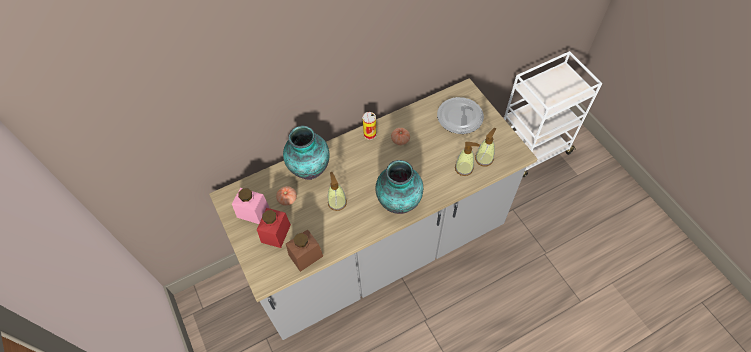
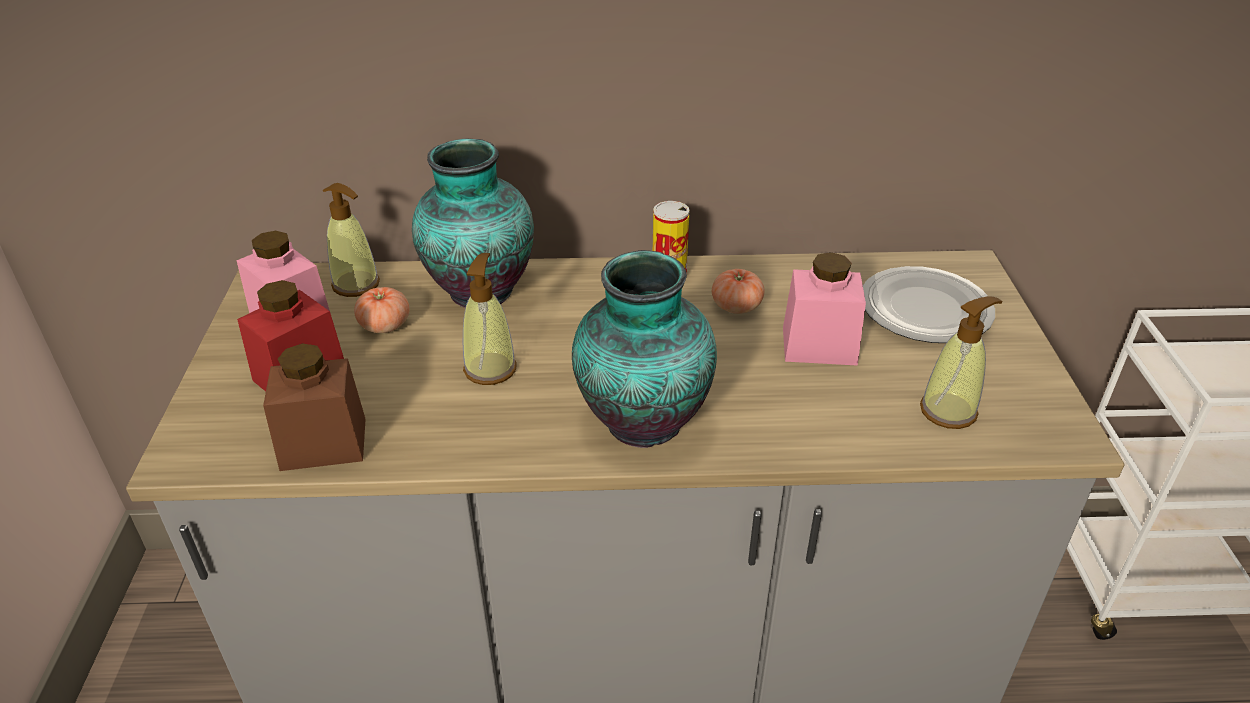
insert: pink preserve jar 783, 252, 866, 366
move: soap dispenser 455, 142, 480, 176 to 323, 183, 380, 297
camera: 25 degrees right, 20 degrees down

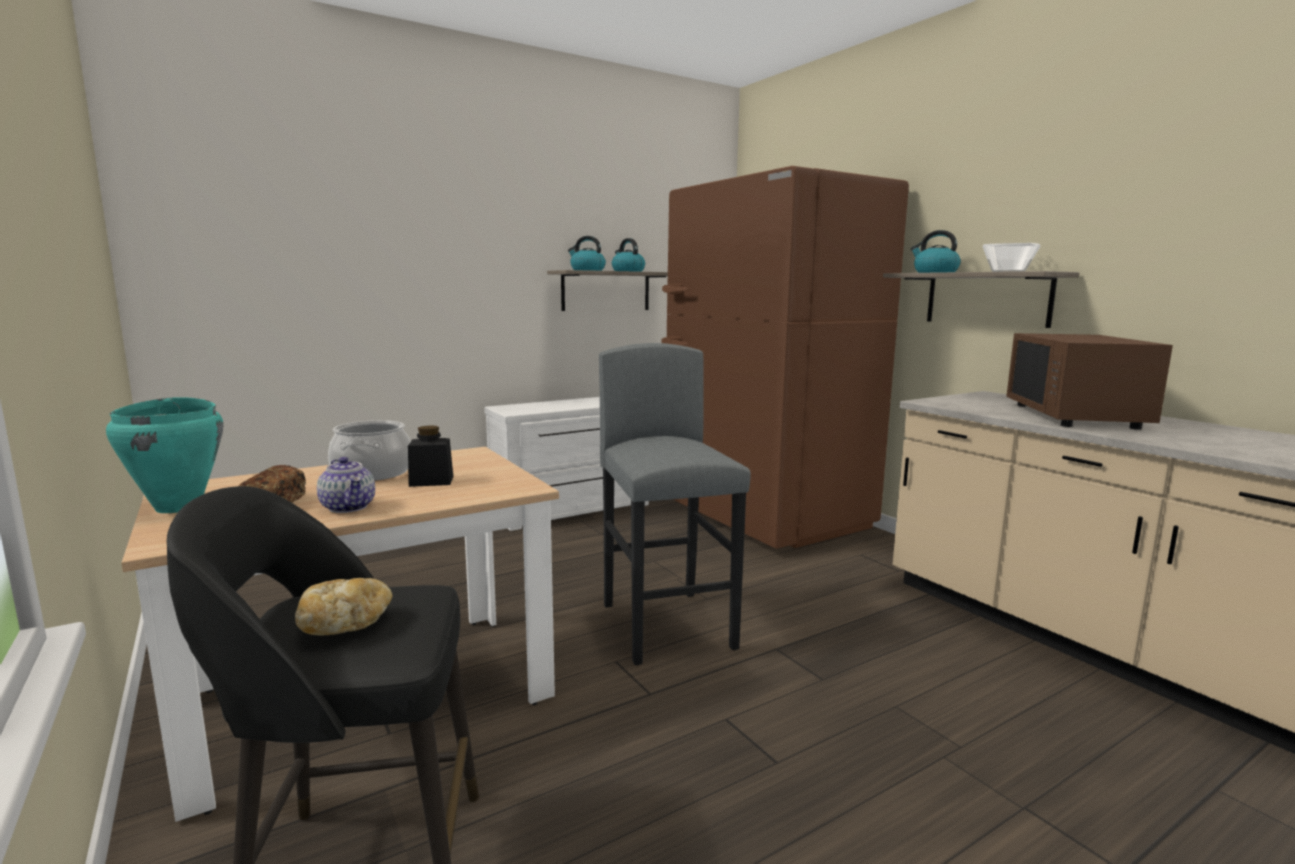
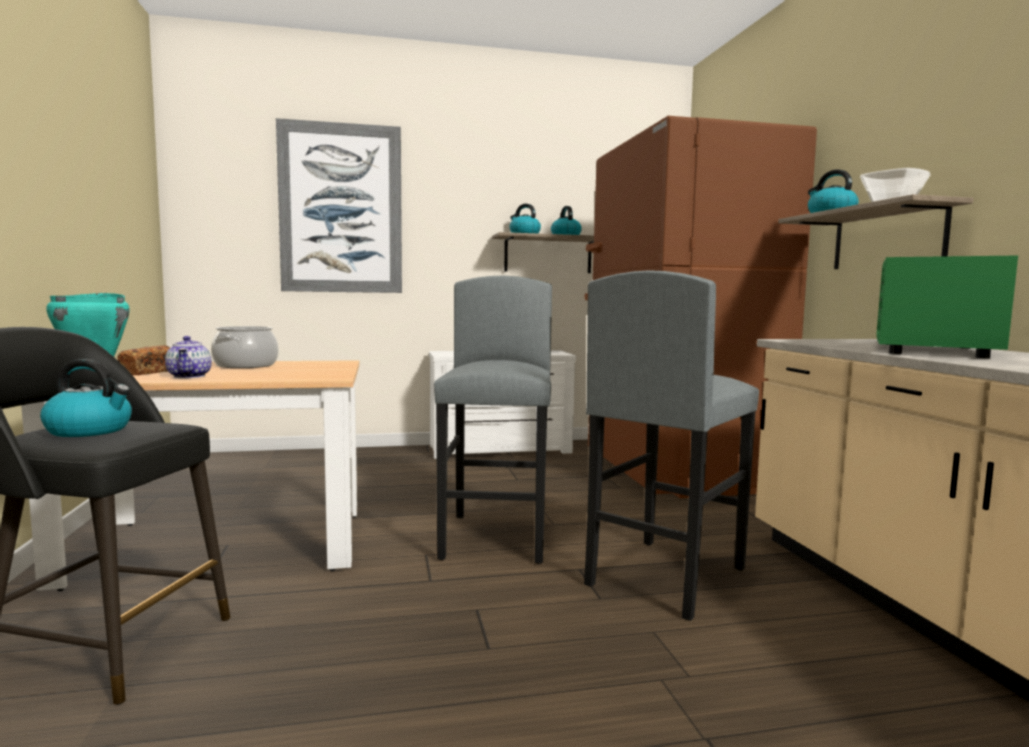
delete: blackish preserve jar 408, 425, 453, 487
insert: picture 276, 118, 402, 293; gray sitting stool 584, 270, 759, 621
replace: baked bread 295, 578, 392, 635 to water kettle 40, 359, 132, 437
recolor: brown-coloured kitchen microwave 1006, 333, 1173, 430 to green kitchen microwave 876, 256, 1018, 358
camera: 20 degrees right, 5 degrees down

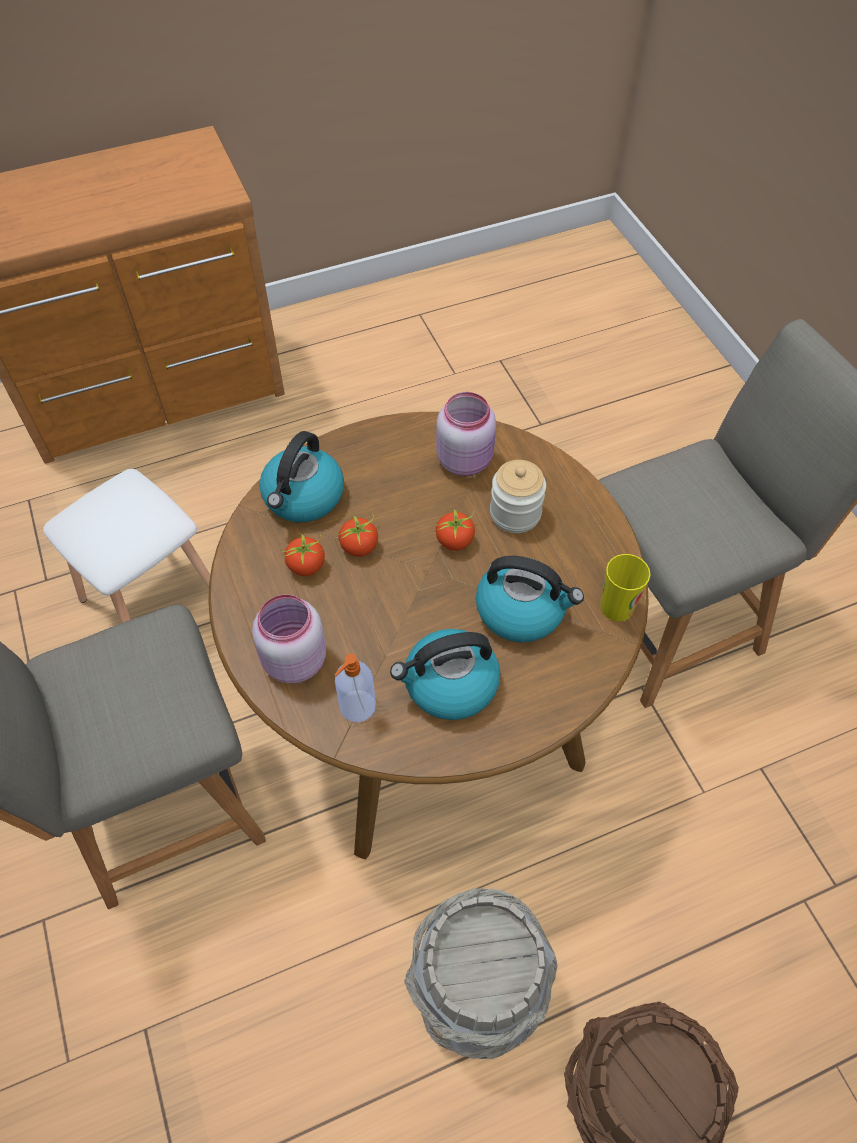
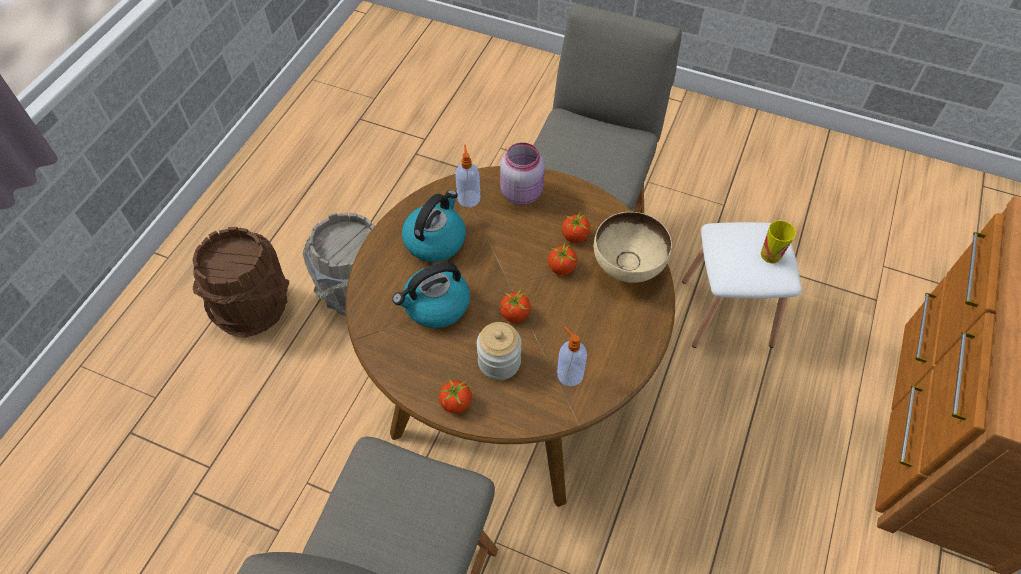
insert: fresh tomato 437, 379, 472, 413
move: cup 601, 554, 650, 621 to 761, 220, 796, 263
replace: water kettle 259, 431, 344, 522 to beige-coloured serving bowl 594, 212, 672, 283; pink preserve jar 436, 392, 496, 476 to soap dispenser 557, 327, 587, 386
camera: 135 degrees right, 0 degrees up

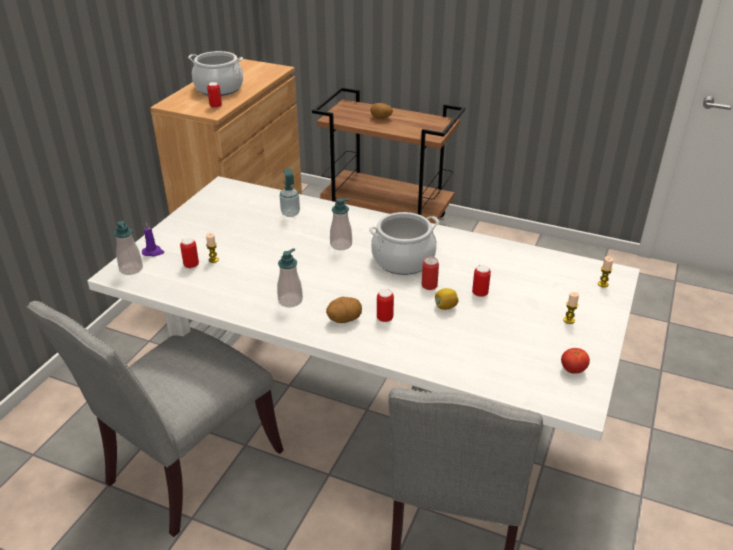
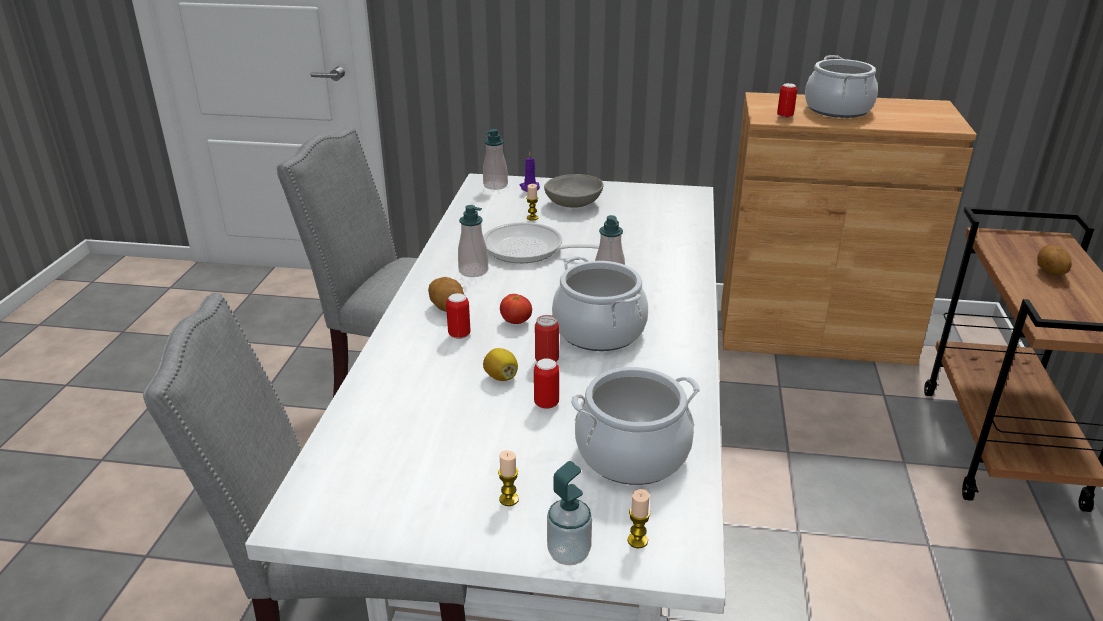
delete: can 180, 238, 199, 268
insert: skillet 483, 222, 599, 263; gray serving bowl 544, 174, 604, 208; cooking pot 571, 367, 700, 485
move: soap dispenser 280, 168, 300, 217 to 547, 461, 592, 565; fresh tomato 561, 348, 590, 374 to 500, 294, 532, 324
camera: 75 degrees right, 5 degrees down

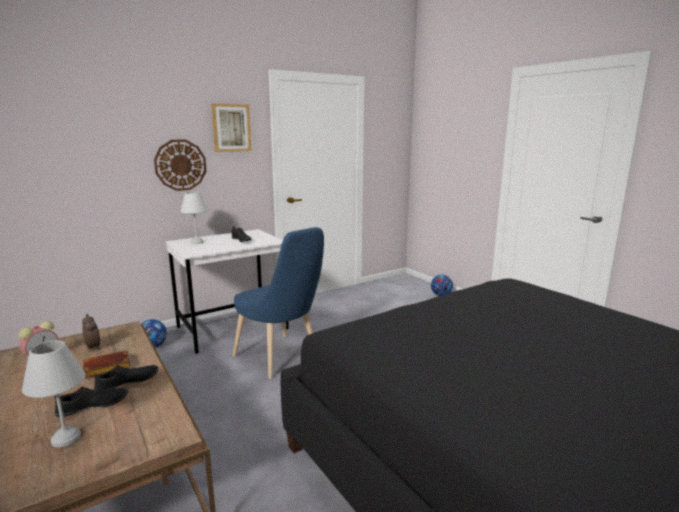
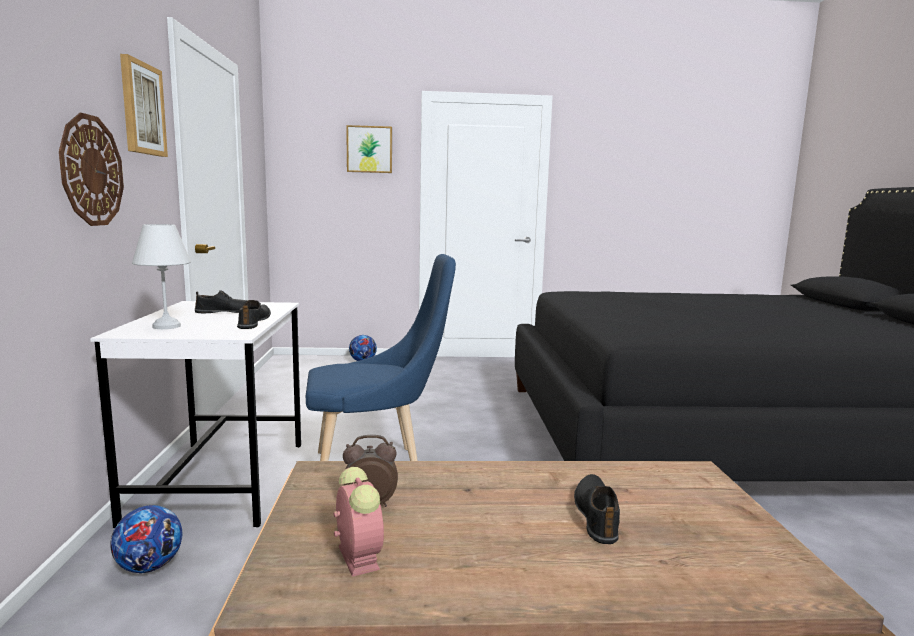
delete: white lamp for a table 22, 340, 86, 447; brown-coloured bound book 83, 350, 130, 378
insert: picture 346, 125, 392, 173
move: blackish low shoe 94, 365, 159, 391 to 237, 300, 271, 329
camera: 60 degrees left, 5 degrees down

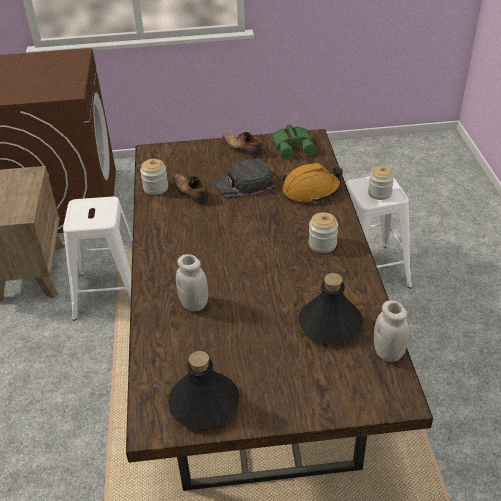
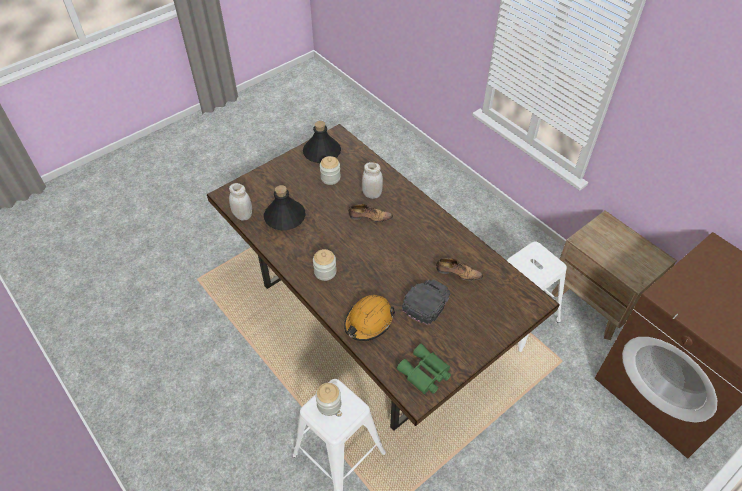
move: preserve jar 140, 159, 168, 195 to 320, 156, 341, 185; low shoe 222, 132, 262, 157 to 349, 204, 393, 222
camera: 145 degrees right, 10 degrees up

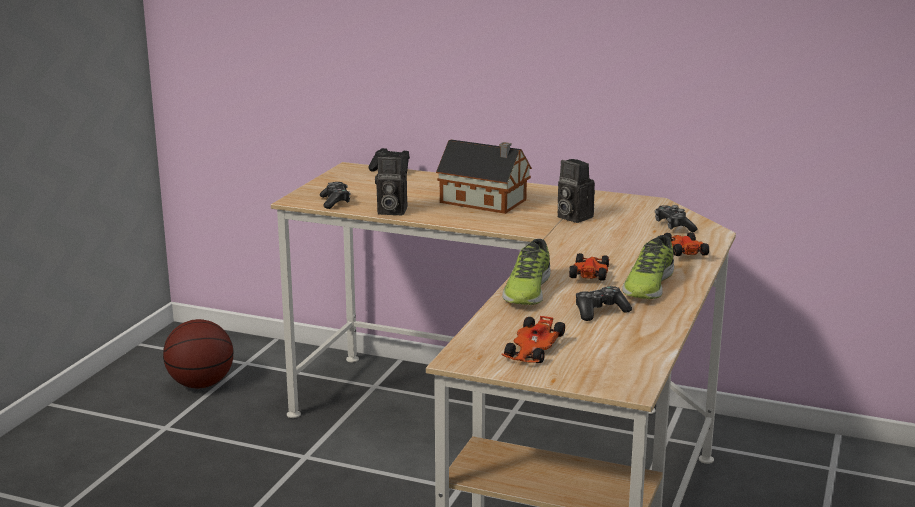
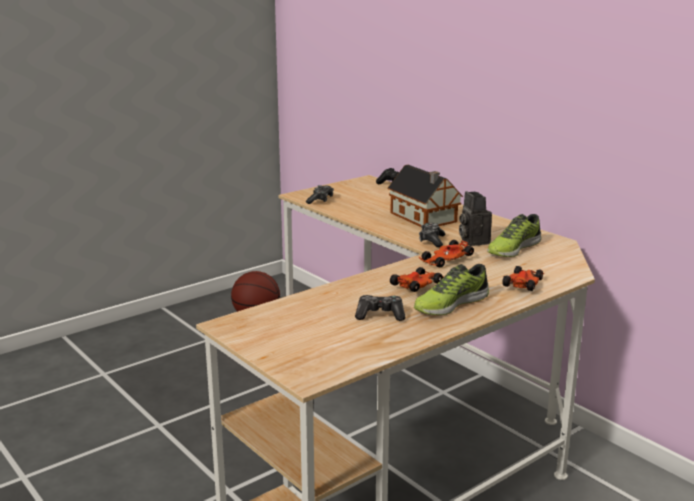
delete: still camera 375, 154, 407, 215
move: model car 501, 316, 565, 363 to 419, 240, 474, 267; low shoe 502, 239, 551, 305 to 487, 214, 541, 257; joypad 655, 205, 698, 232 to 419, 223, 445, 247
camera: 30 degrees right, 0 degrees up

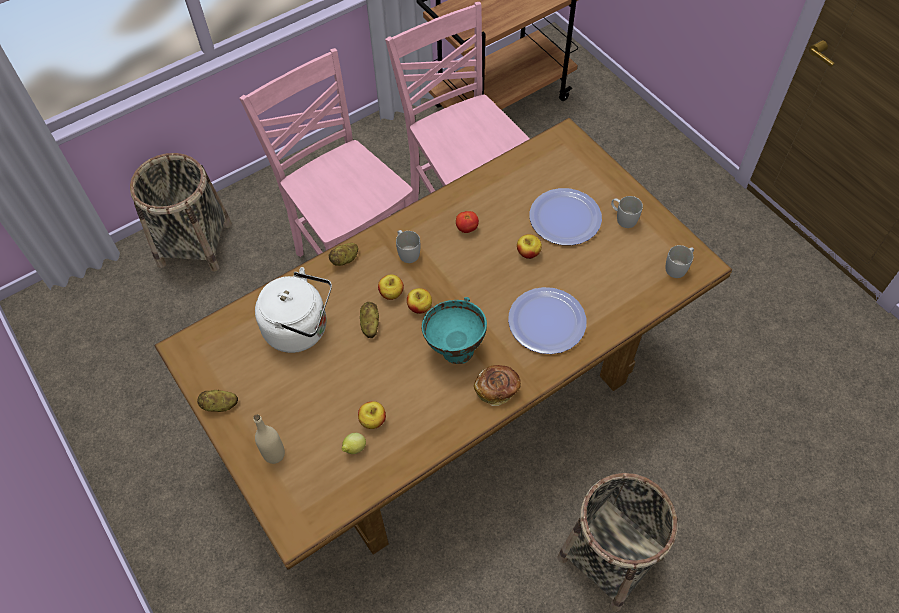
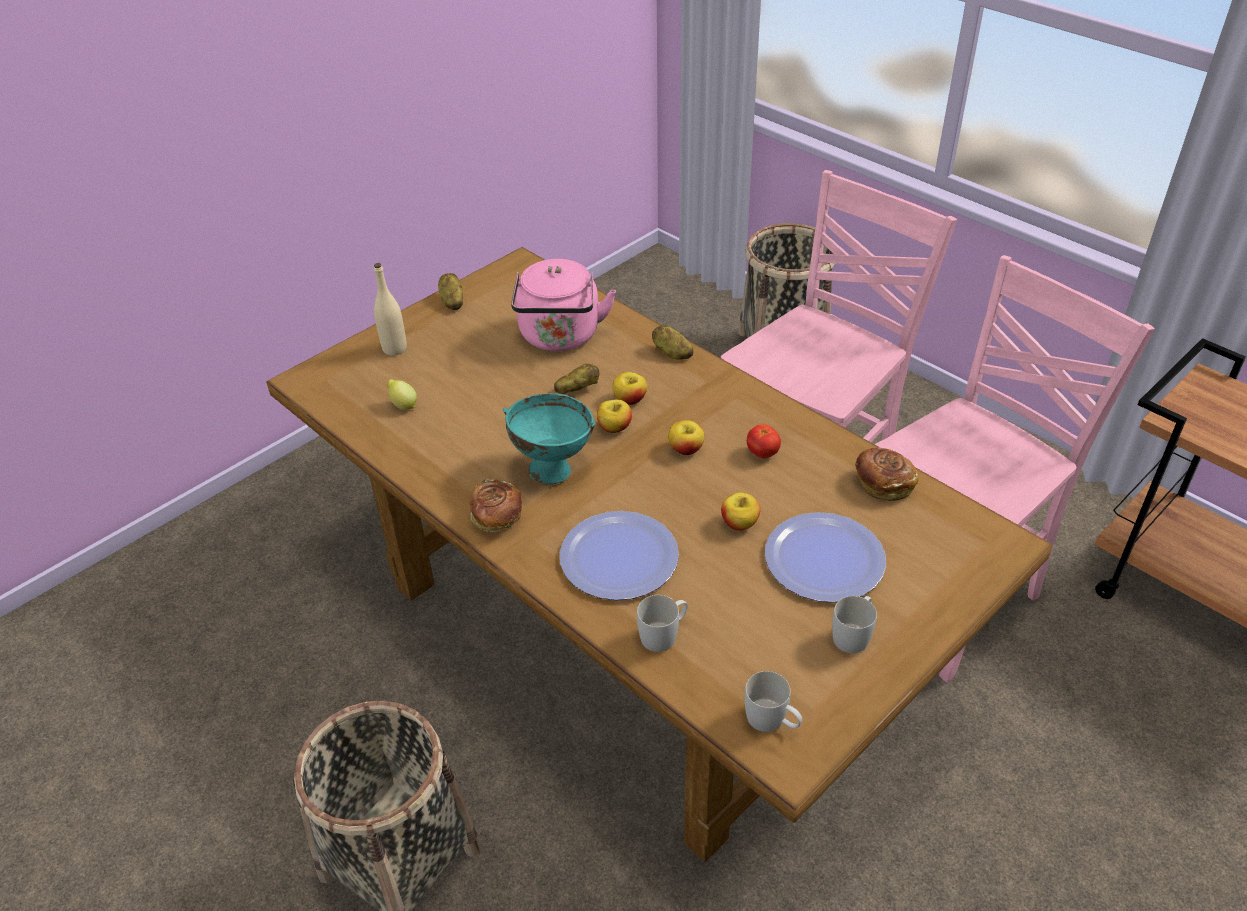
insert: baked bread 855, 448, 919, 501
move: apple fruit 358, 401, 386, 429 to 668, 420, 705, 455; white mug 396, 230, 421, 263 to 637, 595, 688, 652
recolor: white water kettle 255, 267, 332, 353 to pink water kettle 511, 259, 616, 351
camera: 80 degrees right, 15 degrees down

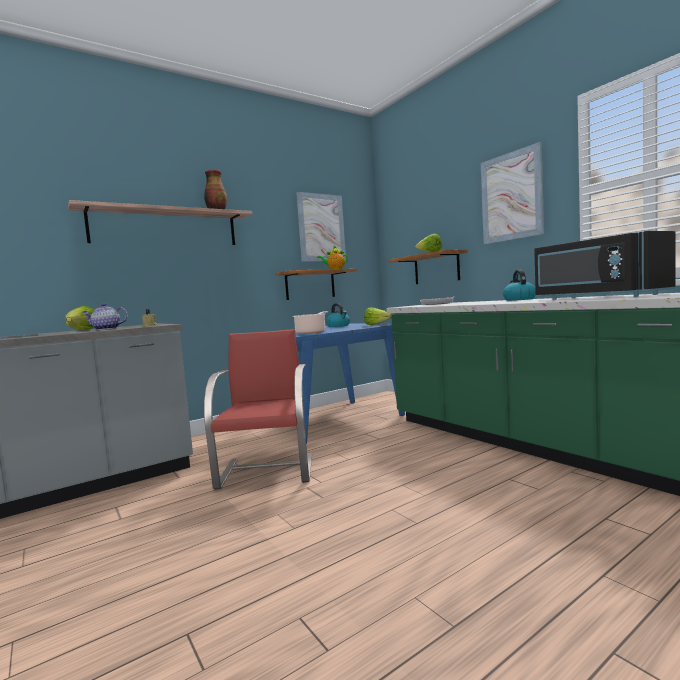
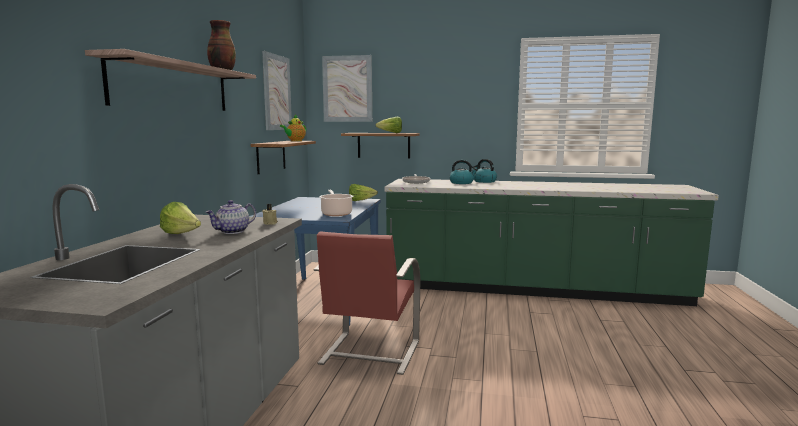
delete: blackish kitchen microwave 534, 231, 676, 300
move: water kettle 326, 303, 350, 327 to 449, 160, 478, 184; picture 481, 142, 544, 244 to 322, 55, 372, 122
rotate: red-coloured chair 204, 329, 312, 490 = 313, 231, 420, 375 120 degrees counterclockwise
camera: 45 degrees left, 5 degrees up

